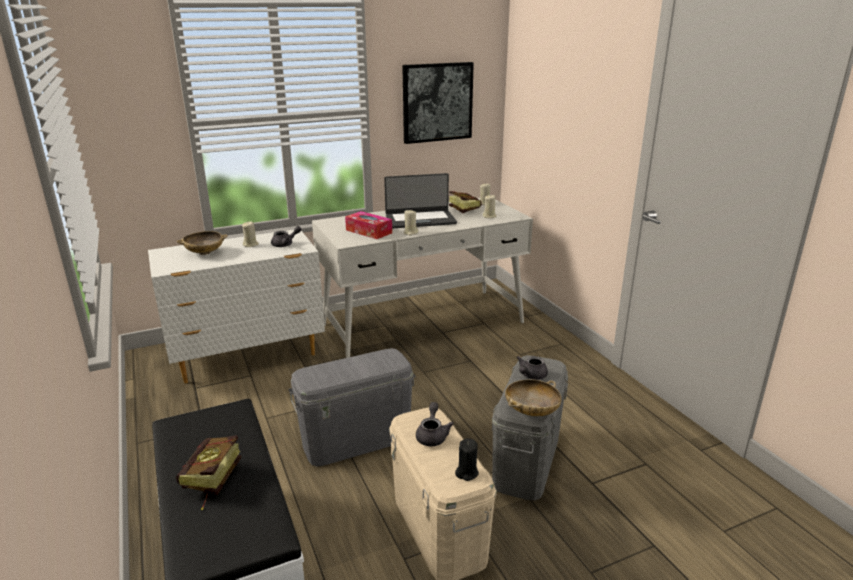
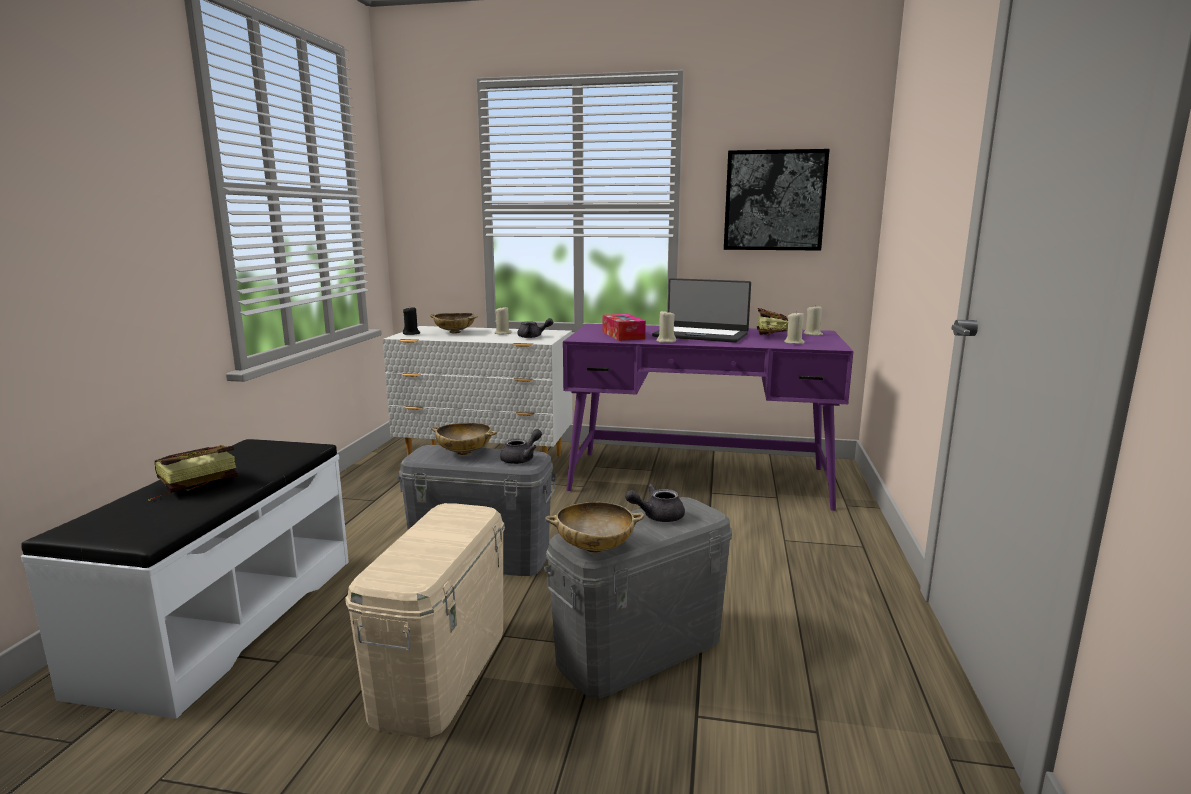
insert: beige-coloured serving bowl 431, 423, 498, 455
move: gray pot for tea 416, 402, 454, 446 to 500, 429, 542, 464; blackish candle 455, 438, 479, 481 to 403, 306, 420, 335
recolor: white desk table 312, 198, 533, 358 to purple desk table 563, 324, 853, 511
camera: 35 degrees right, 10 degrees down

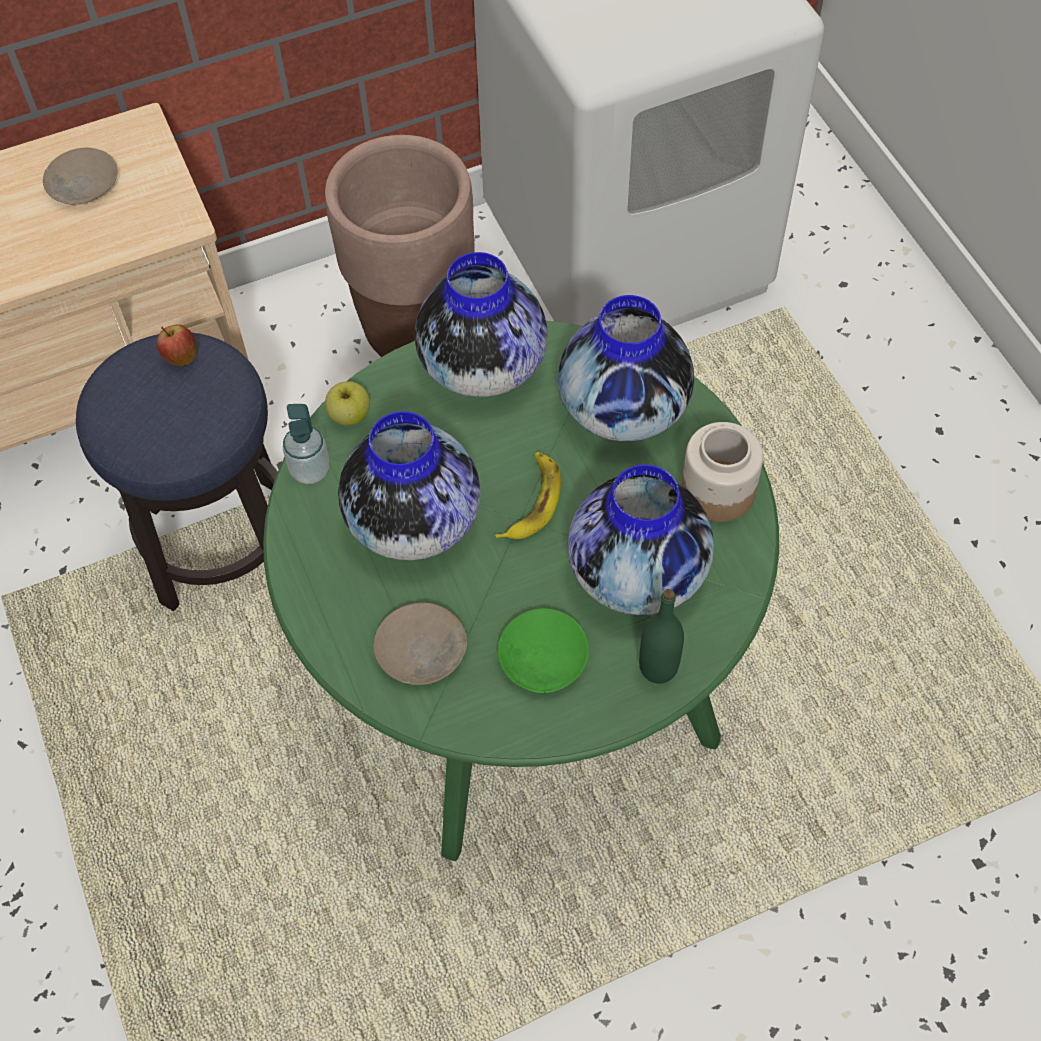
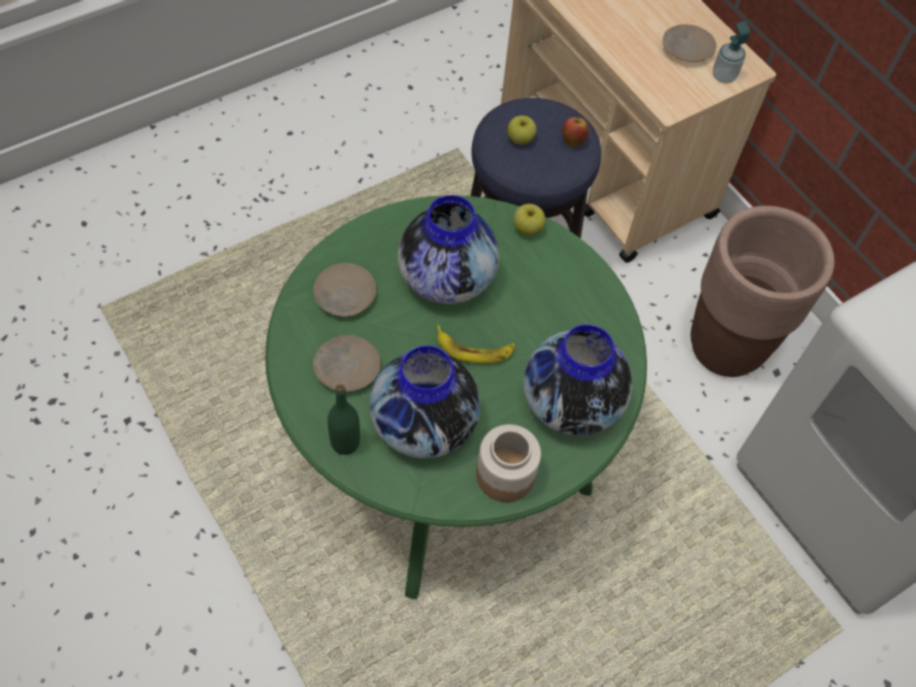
delete: decorative vase 414, 252, 548, 397
insert: apple fruit 508, 116, 537, 145
move: soap dispenser 283, 404, 329, 484 to 713, 21, 750, 83
recolor: green dinner plate 498, 608, 589, 693 to beige-coloured dinner plate 313, 335, 381, 392
camera: 75 degrees right, 0 degrees up

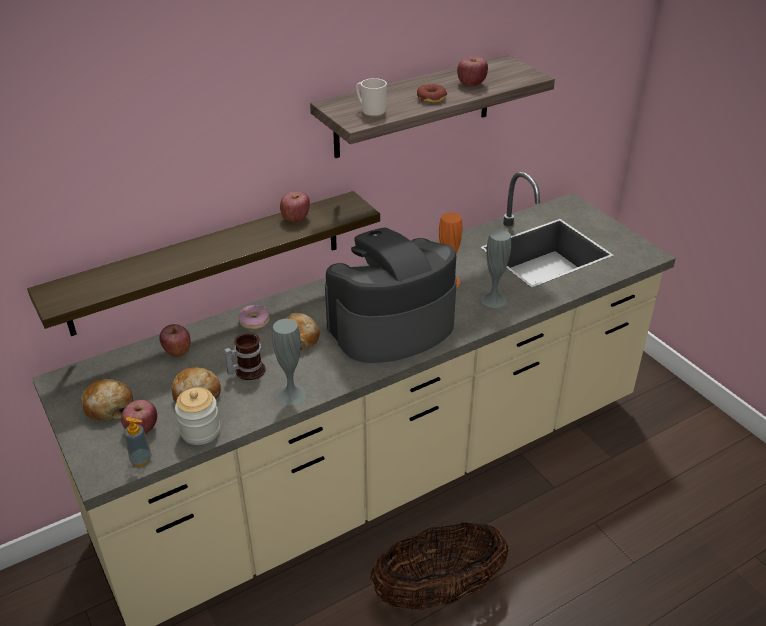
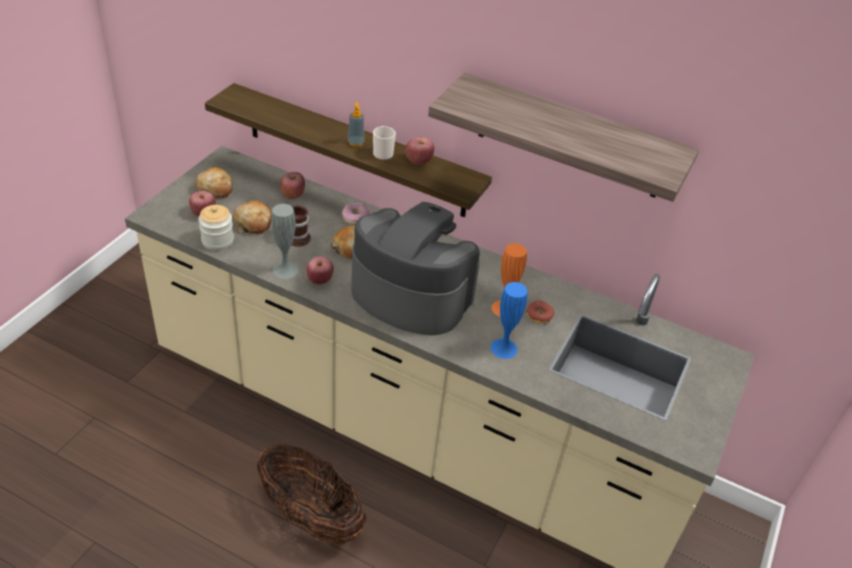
move: soap dispenser 124, 417, 152, 466 to 348, 102, 364, 147; mug 356, 78, 387, 117 to 373, 126, 396, 160; ring doughnut 417, 84, 447, 103 to 526, 300, 554, 323; apple fruit 457, 56, 488, 87 to 306, 257, 334, 284
recolor: gray decorative vase 481, 229, 511, 308 to blue-coloured decorative vase 491, 282, 527, 359
camera: 55 degrees right, 5 degrees up

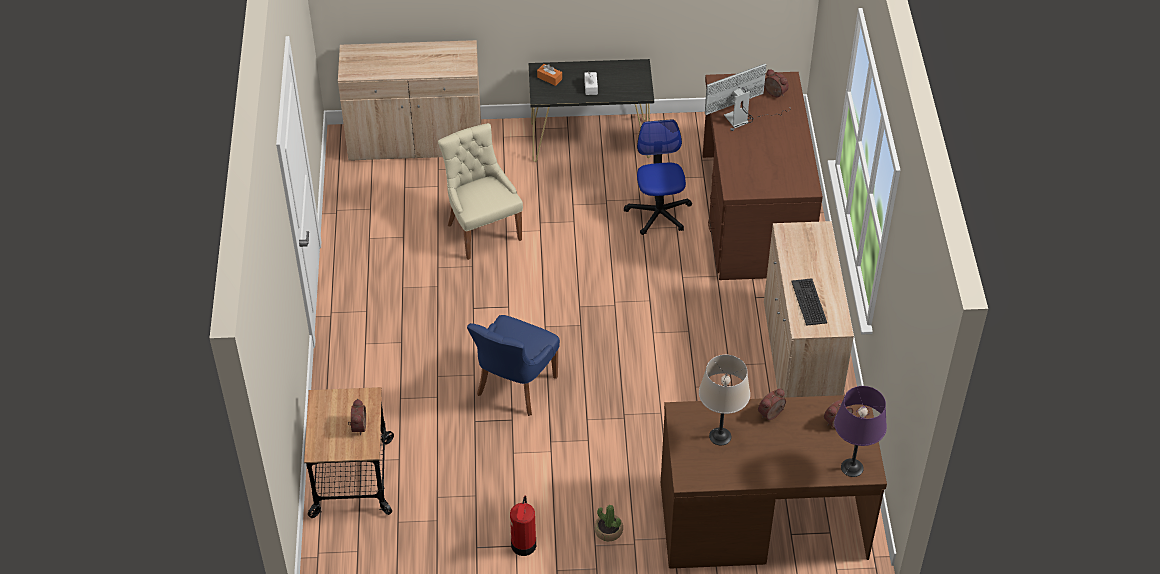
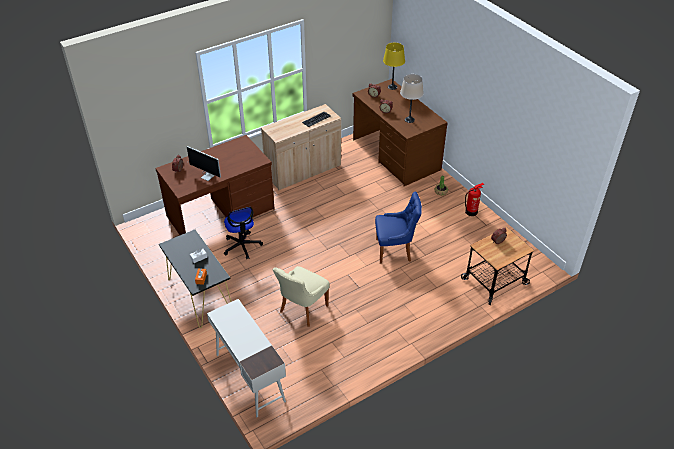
replace: beige-coloured cabinet 338, 40, 481, 161 to white desk table 207, 299, 286, 417
recolor: purple lamp for a table 834, 386, 887, 477 to yellow lamp for a table 383, 43, 405, 90
rotate: computer chair 624, 119, 692, 235 = 224, 207, 263, 259 75 degrees counterclockwise
camera: 120 degrees left, 5 degrees down

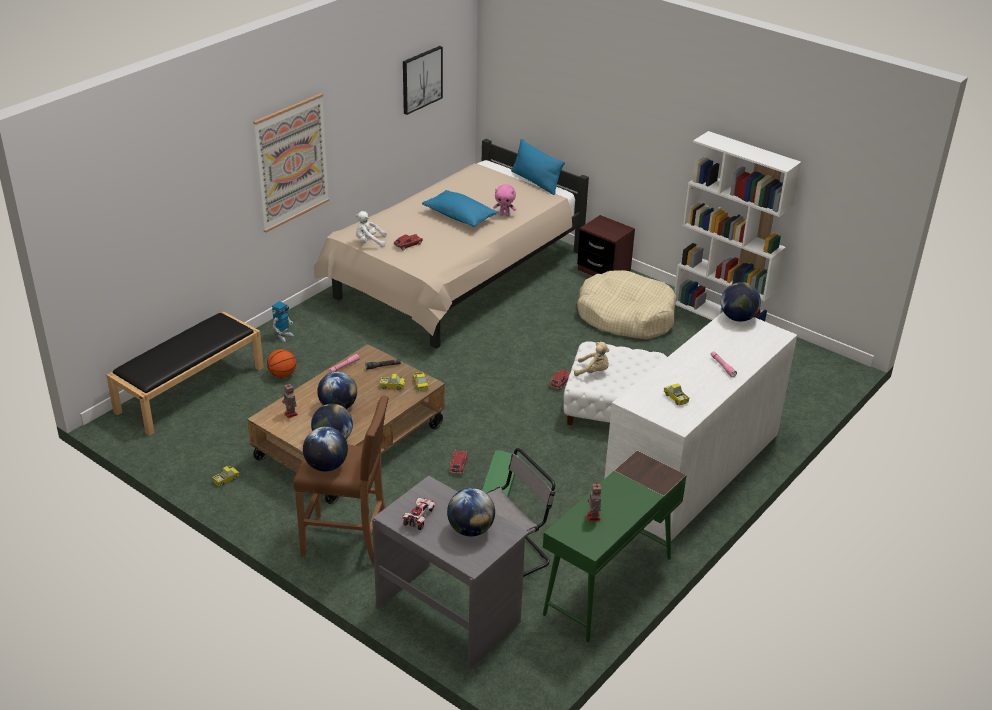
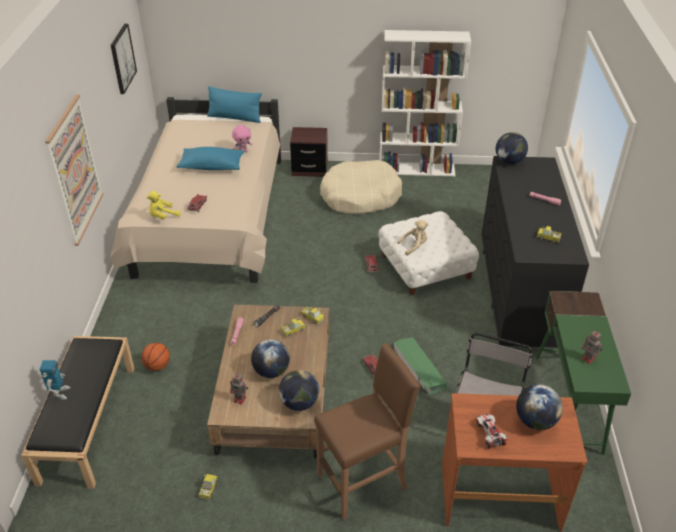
delete: globe 303, 427, 348, 472
move: model robot 272, 301, 294, 342 to 39, 360, 71, 400
recolor: white soft toy 355, 211, 386, 247 to yellow soft toy 146, 191, 181, 220; gray desk table 372, 476, 529, 669 to brown-coloured desk table 442, 393, 588, 531; white chest of drawers 604, 312, 797, 541 to blackish chest of drawers 482, 156, 589, 348
camera: 35 degrees left, 5 degrees up

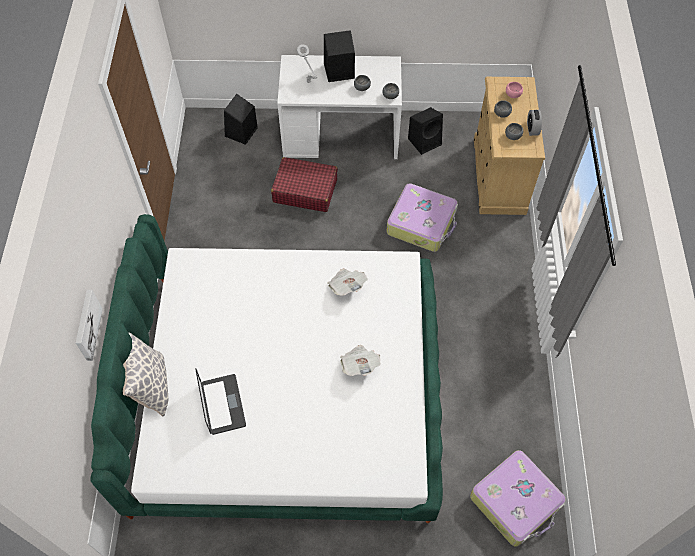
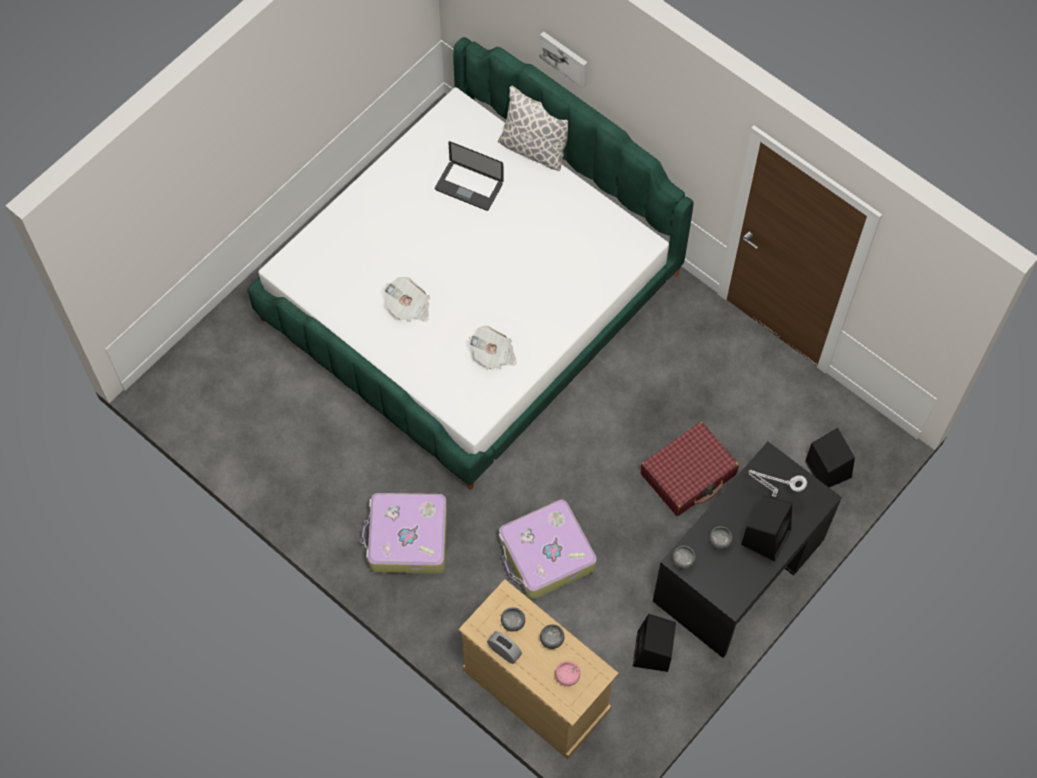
move: travel case 470, 450, 566, 547 to 361, 493, 447, 574
recolor: white desk table 277, 55, 402, 159 to blackish desk table 653, 441, 842, 658
camera: 130 degrees right, 5 degrees up

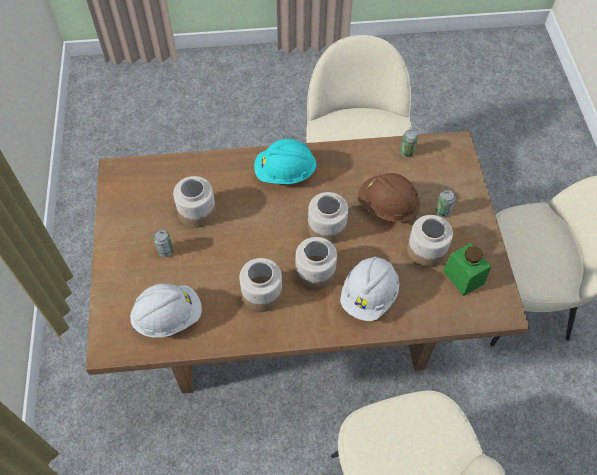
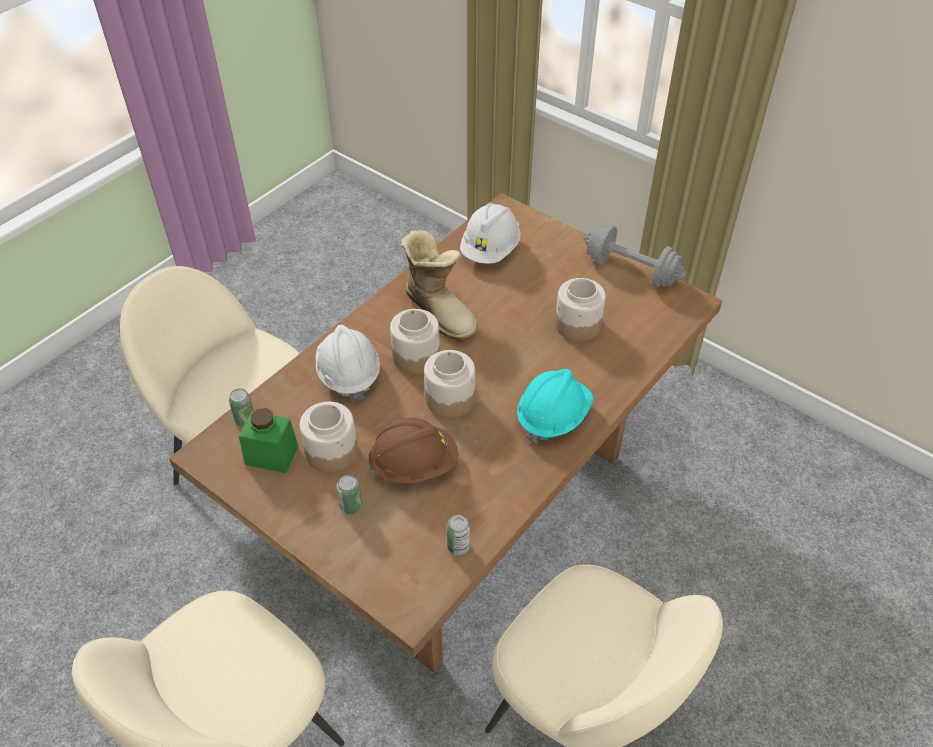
insert: gray hand weight 584, 225, 686, 287
move: can 153, 230, 173, 257 to 229, 388, 254, 427
replace: preserve jar 239, 258, 282, 312 to tall boot 401, 230, 478, 342
camera: 135 degrees right, 10 degrees down

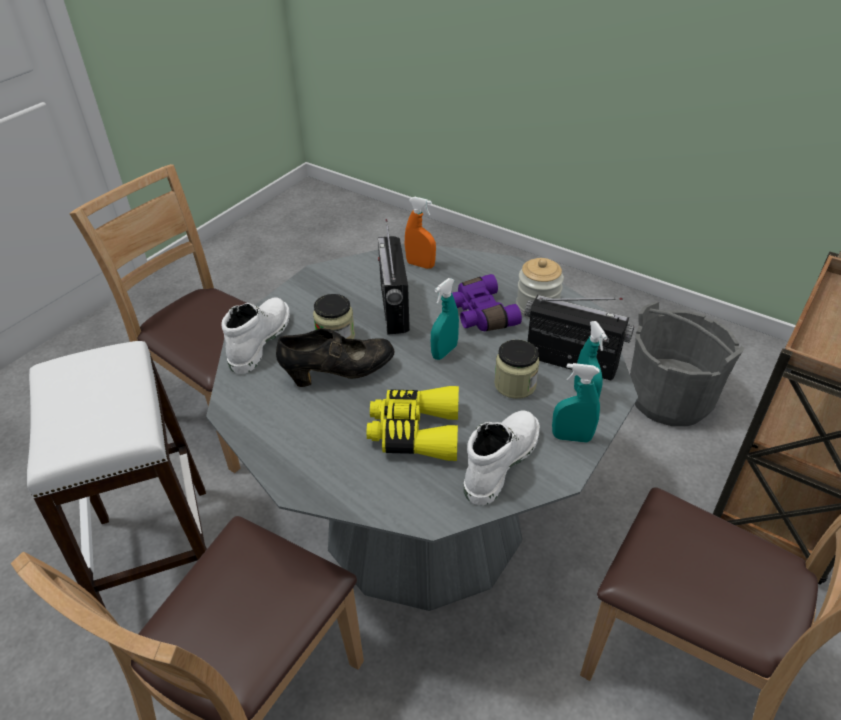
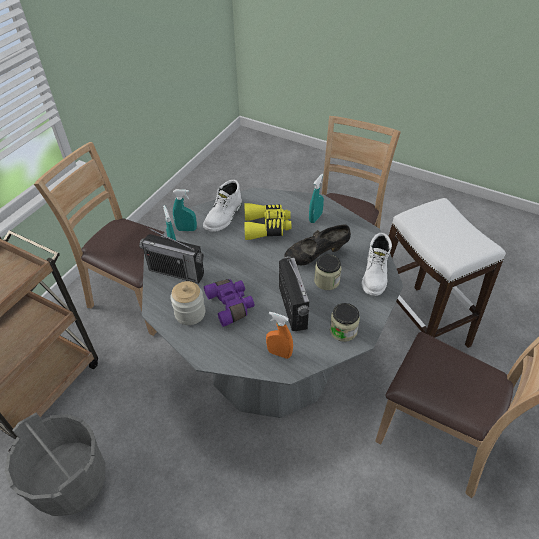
move: blue-green hand sprayer 431, 278, 459, 360 to 309, 174, 324, 223; preserve jar 494, 340, 540, 399 to 330, 303, 360, 342
camera: 175 degrees right, 5 degrees up

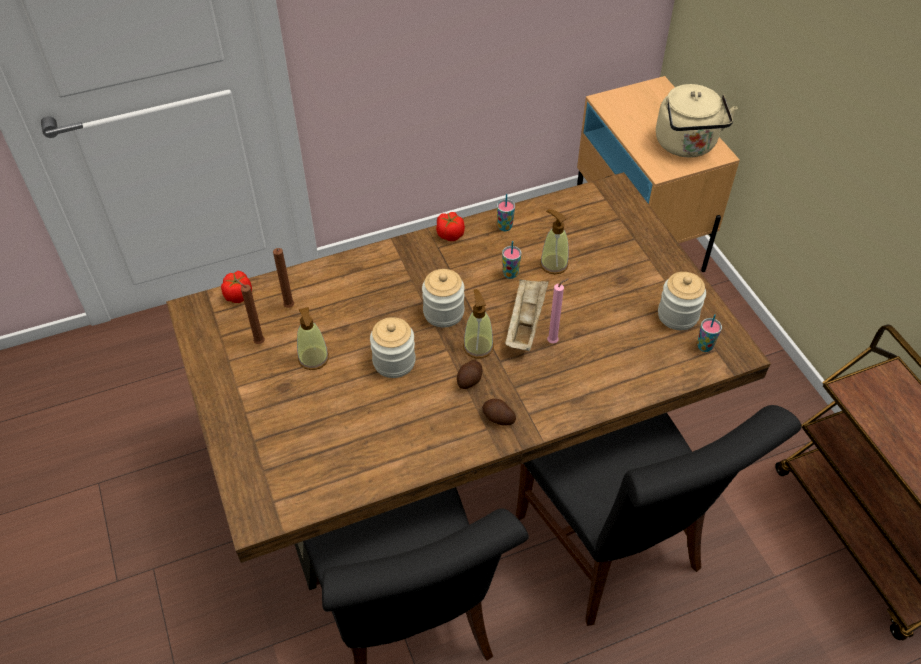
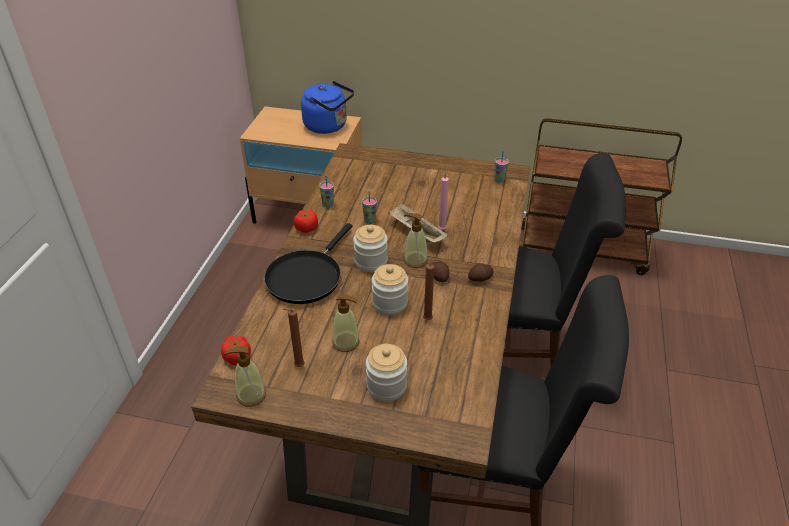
insert: blackish skillet 264, 223, 352, 304
move: brown-coloured candle 273, 248, 294, 308 to 423, 261, 439, 320; soap dispenser 540, 209, 569, 274 to 225, 346, 266, 407; preserve jar 658, 272, 706, 330 to 366, 344, 407, 402
recolor: beige-coloured water kettle 656, 84, 737, 157 to blue-coloured water kettle 301, 81, 354, 134
camera: 55 degrees left, 10 degrees down

